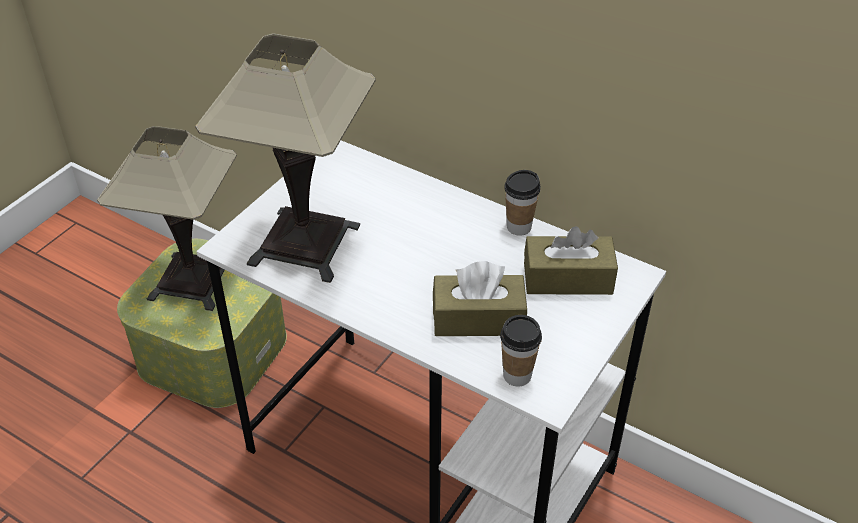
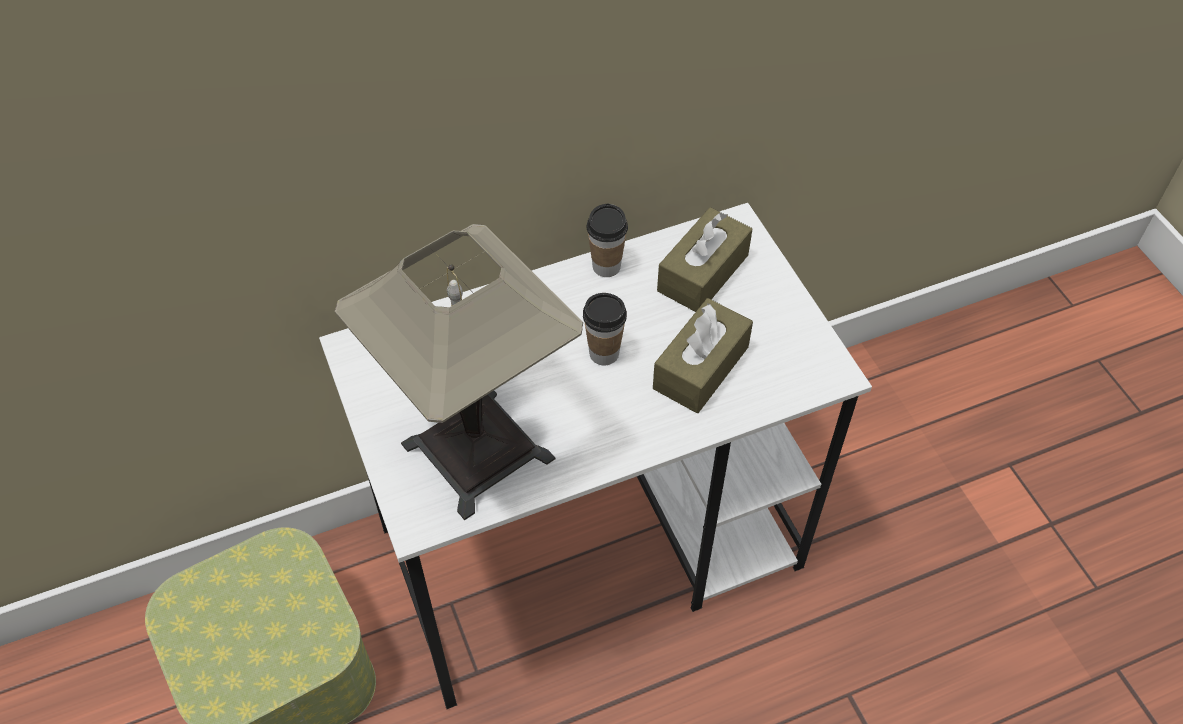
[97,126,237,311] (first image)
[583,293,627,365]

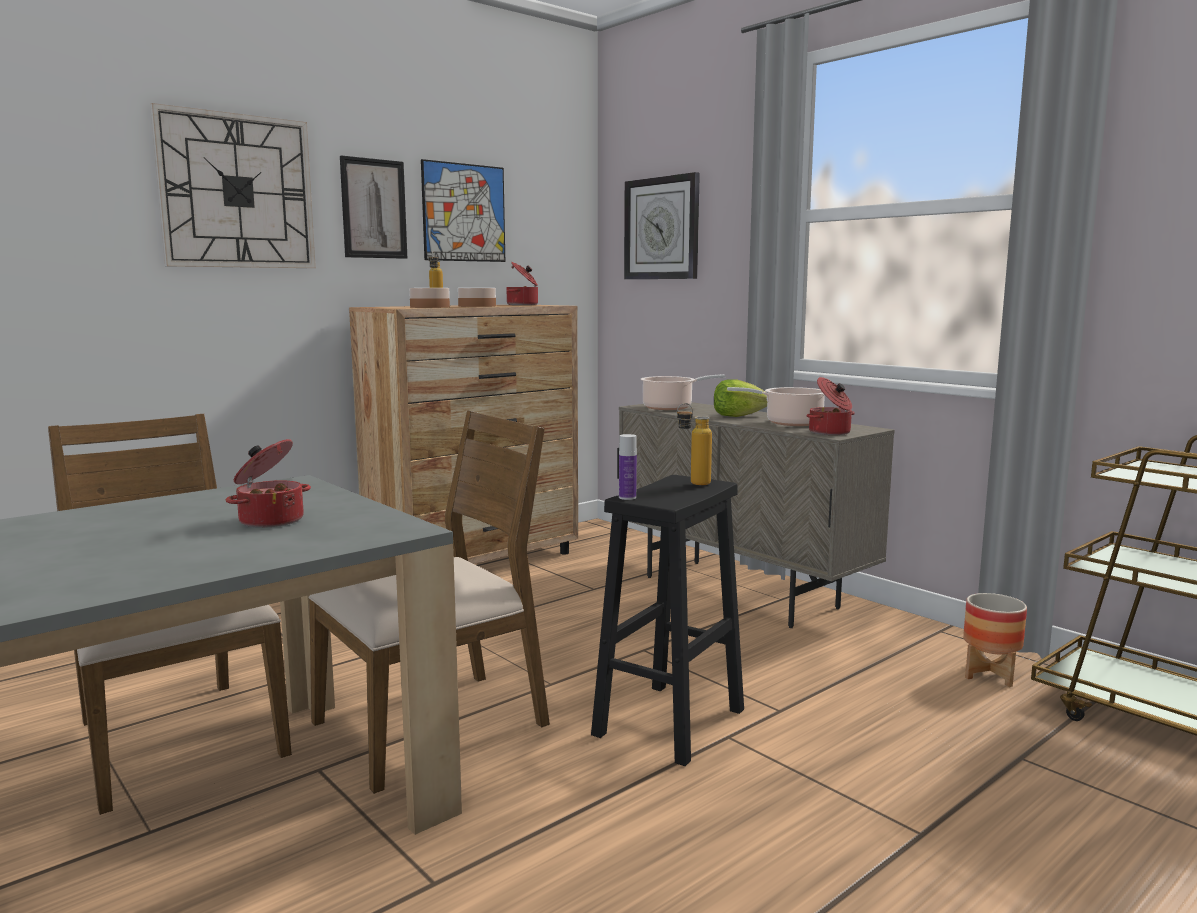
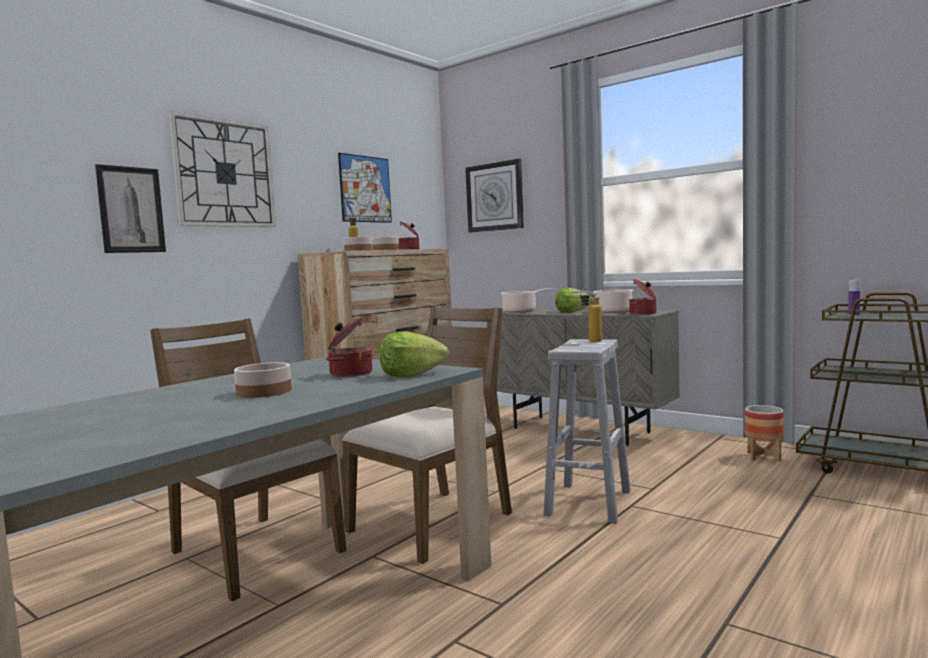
[95,164,166,253]
[544,339,631,524]
[848,280,860,316]
[234,362,292,398]
[380,331,449,377]

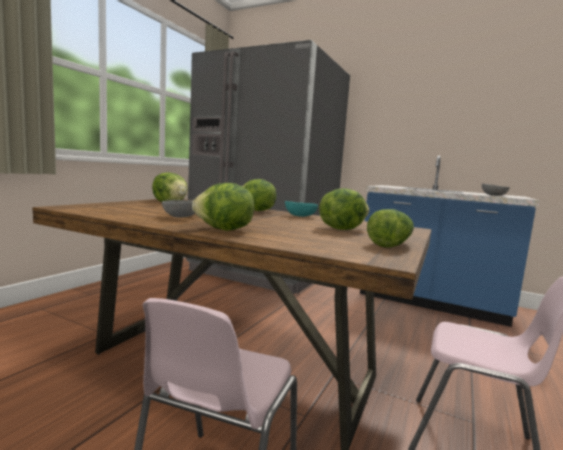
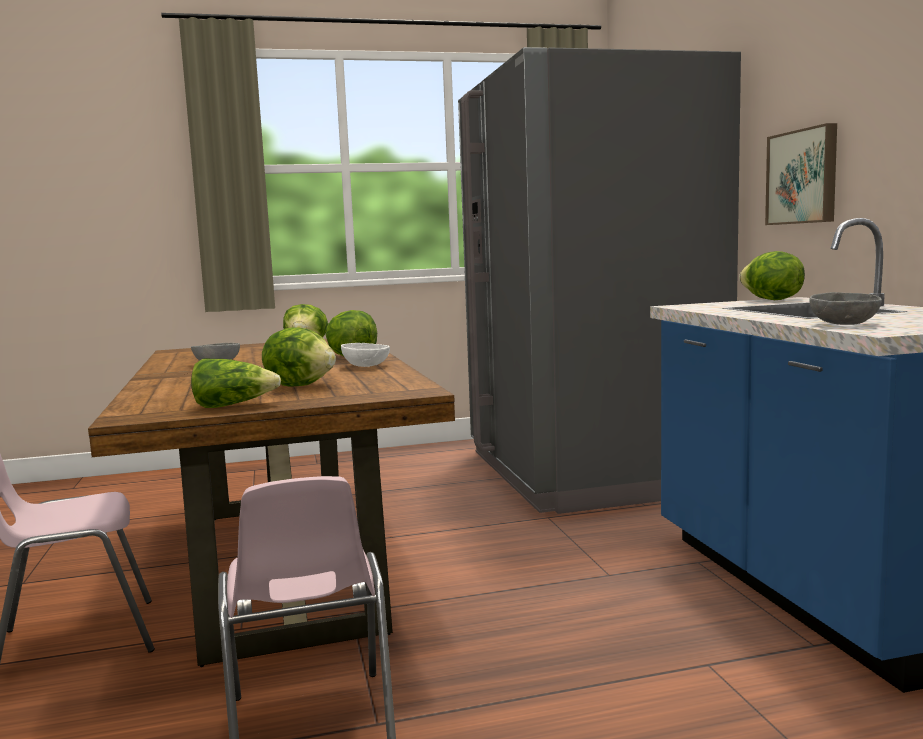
[739,251,805,300]
[341,343,390,367]
[765,123,837,225]

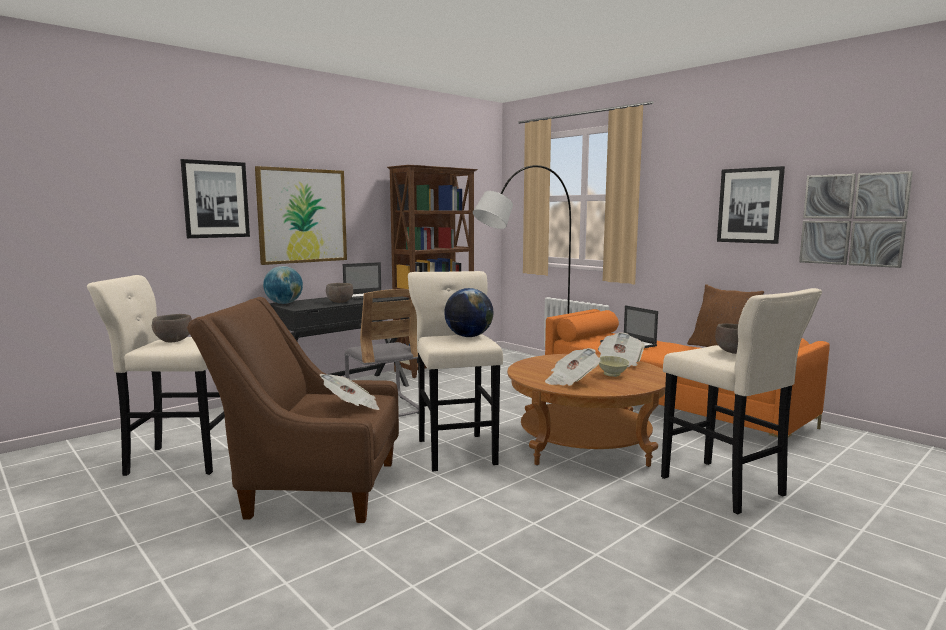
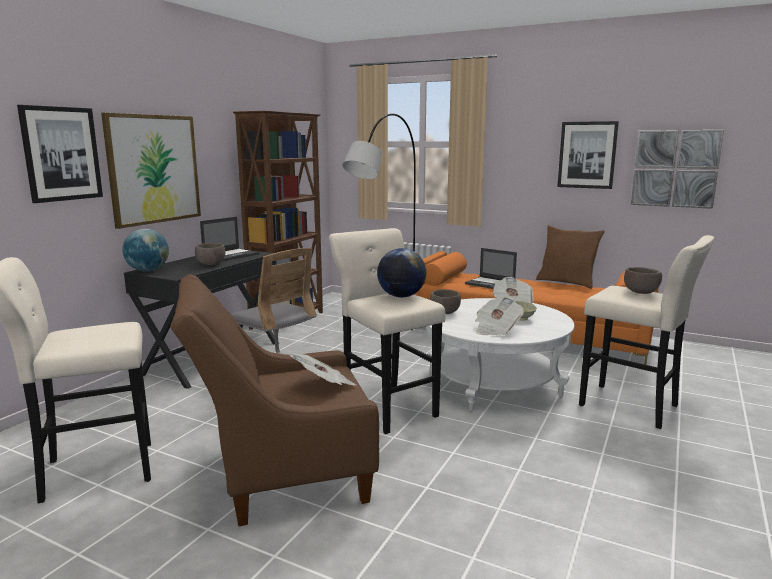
[430,289,461,314]
[426,298,575,411]

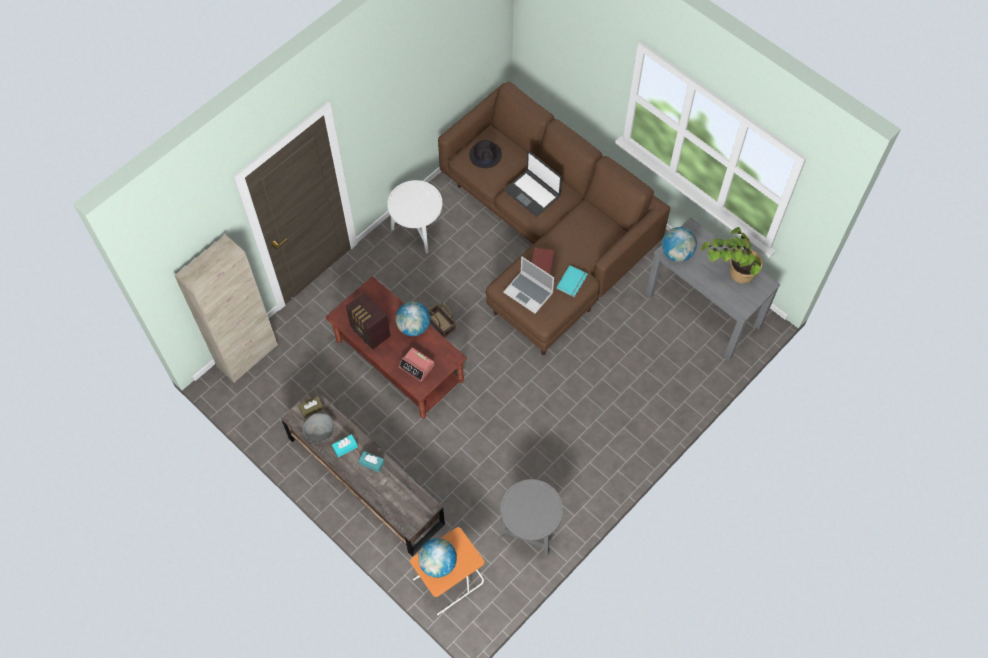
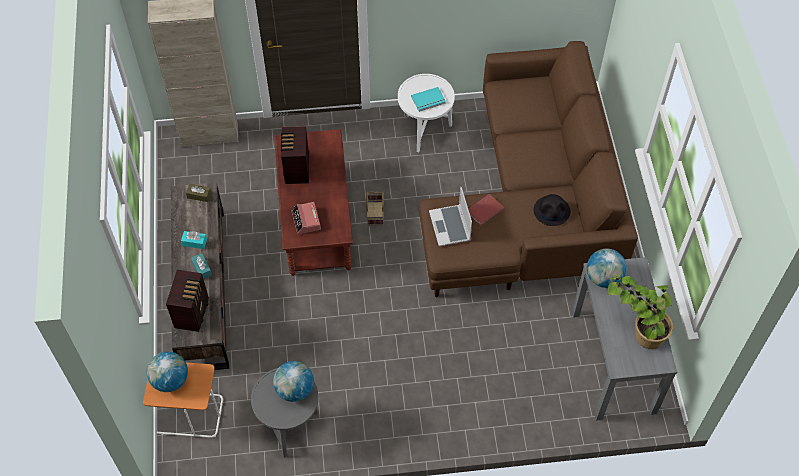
[303,413,335,443] (first image)
[273,361,314,402]
[534,194,571,226]
[504,151,562,217] (first image)
[411,87,446,112]
[166,270,209,332]

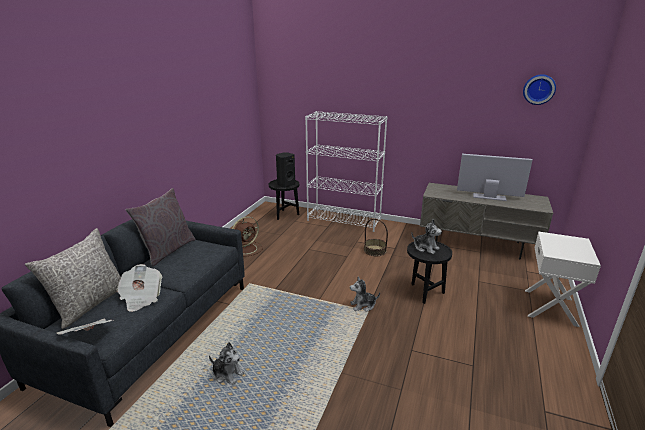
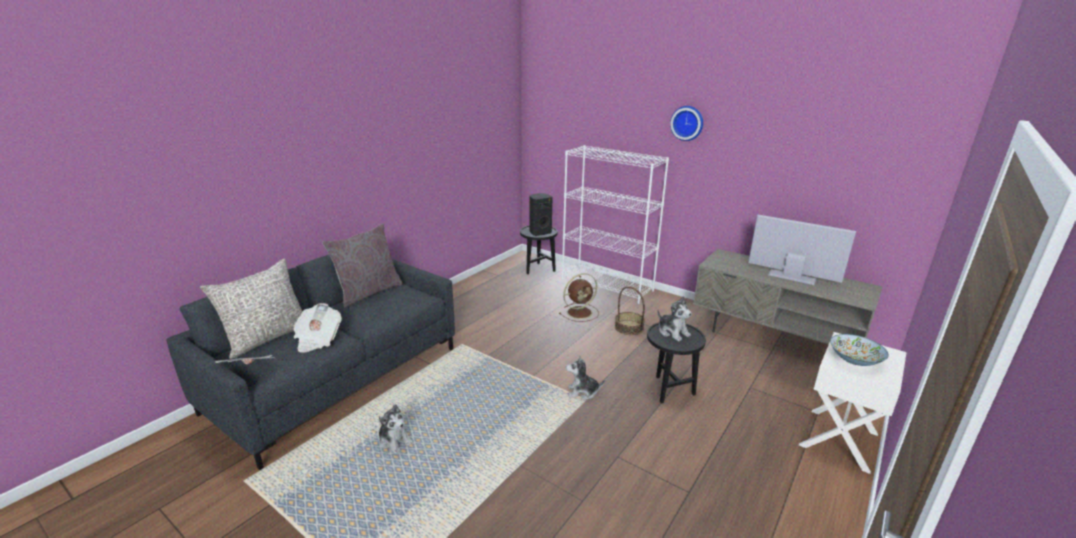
[559,273,599,322]
[670,106,703,141]
[830,334,889,366]

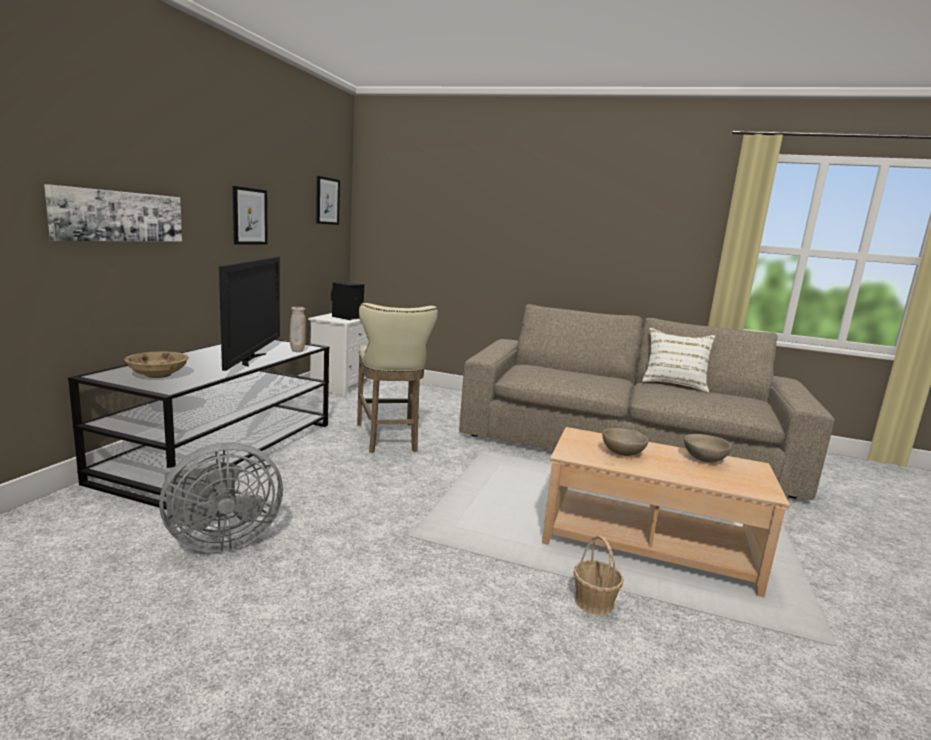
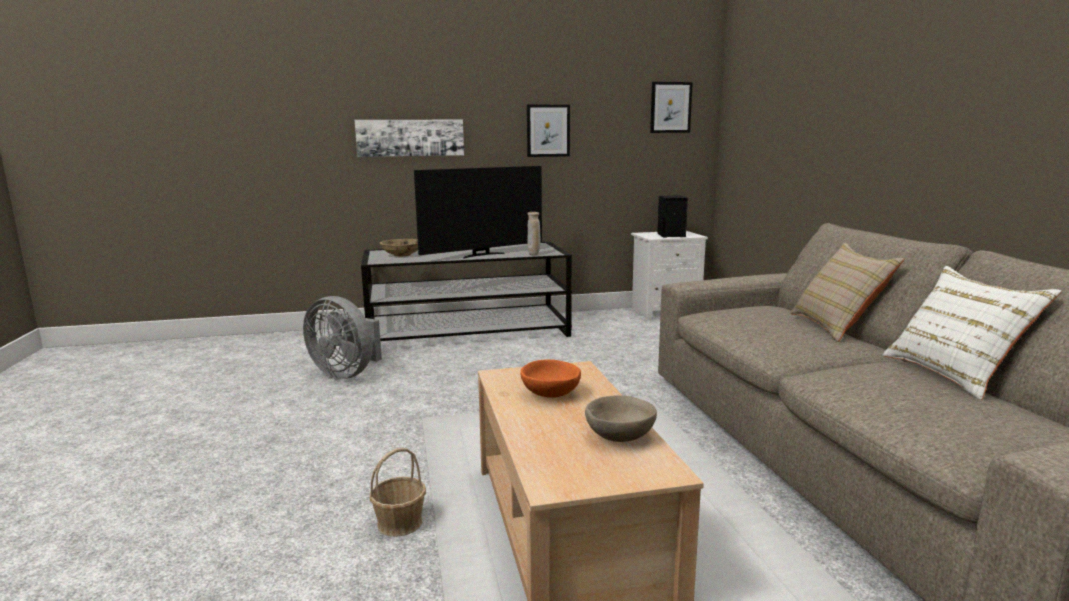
[357,303,438,453] (first image)
[520,359,581,398]
[790,243,904,342]

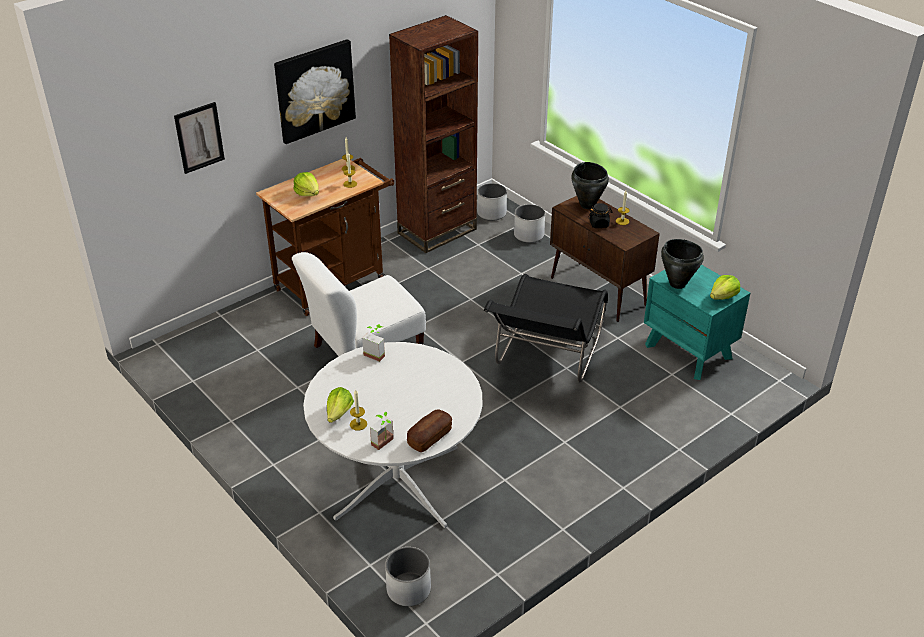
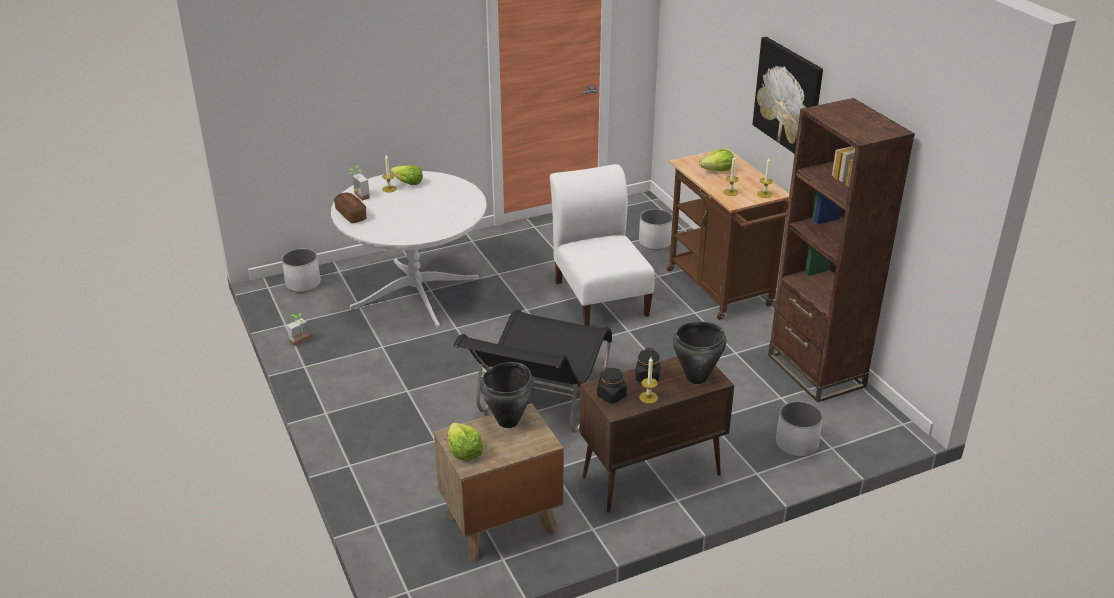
[174,102,225,174] (first image)
[287,313,309,346]
[639,209,673,250]
[454,309,612,433]
[434,403,564,561]
[597,368,627,404]

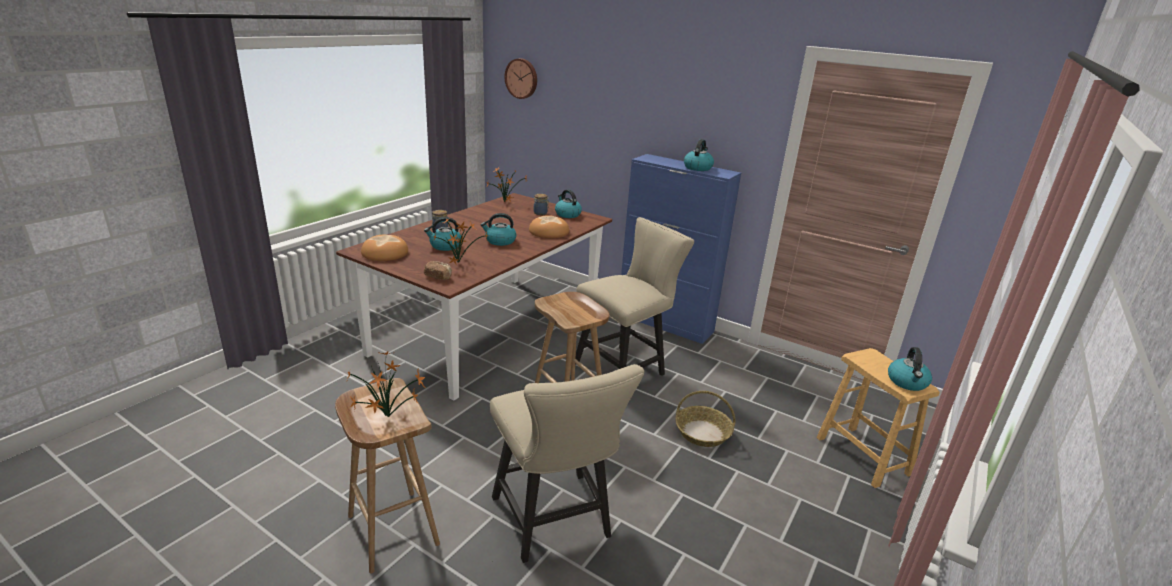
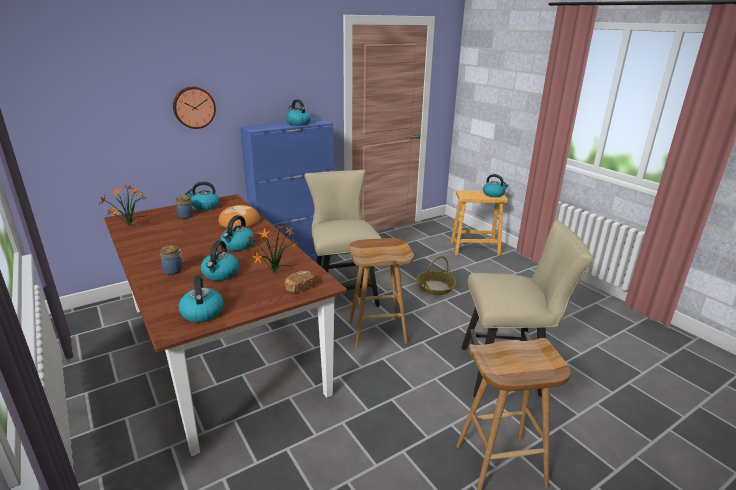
[345,352,426,417] (first image)
[178,275,224,323]
[173,87,216,129]

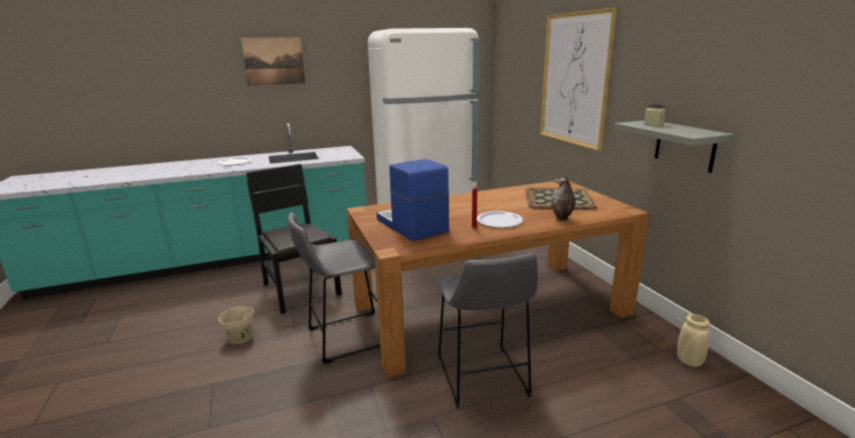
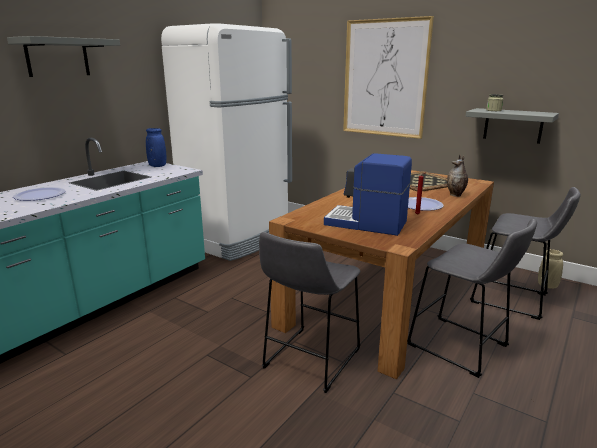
[219,298,254,343] (first image)
[7,36,120,77]
[246,164,342,314] (first image)
[146,128,166,167]
[470,187,581,320]

